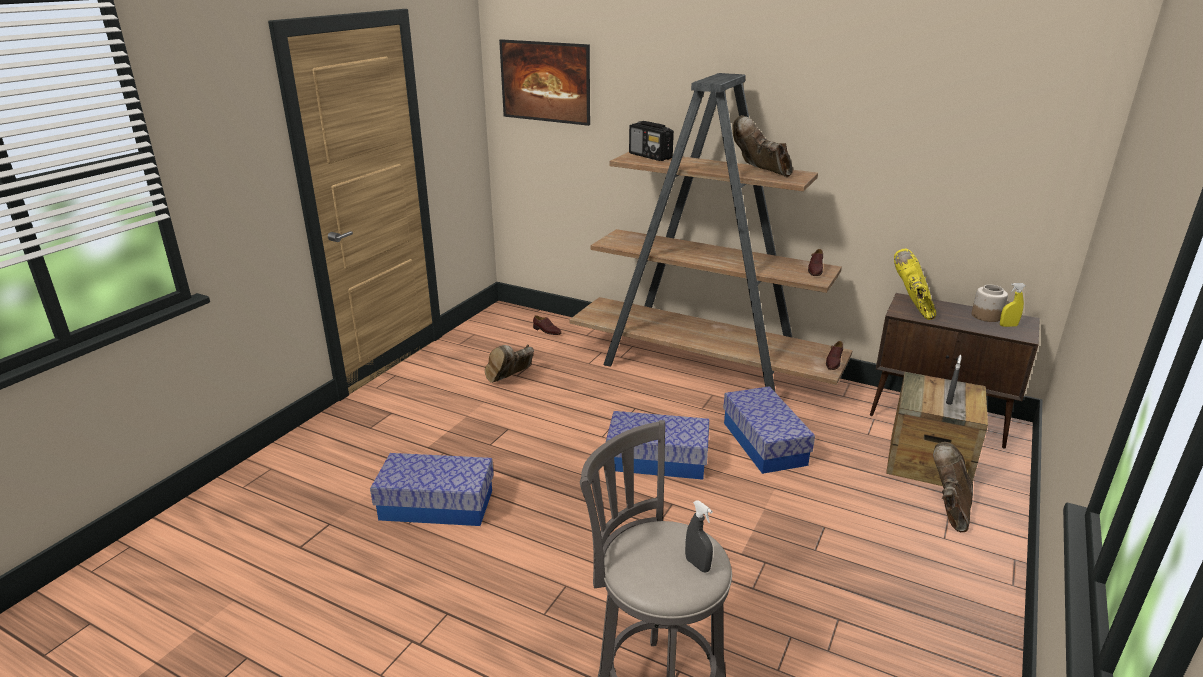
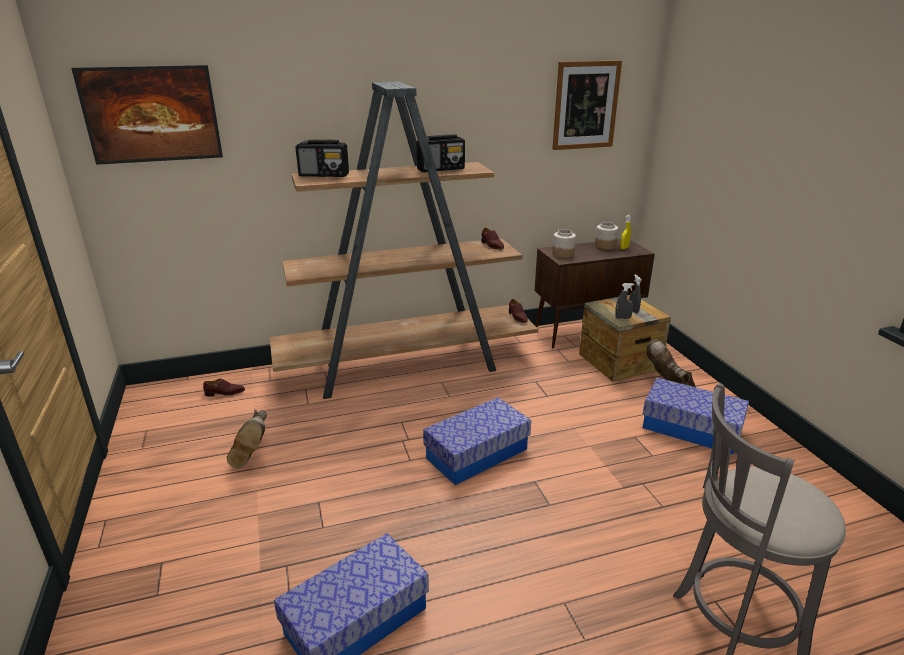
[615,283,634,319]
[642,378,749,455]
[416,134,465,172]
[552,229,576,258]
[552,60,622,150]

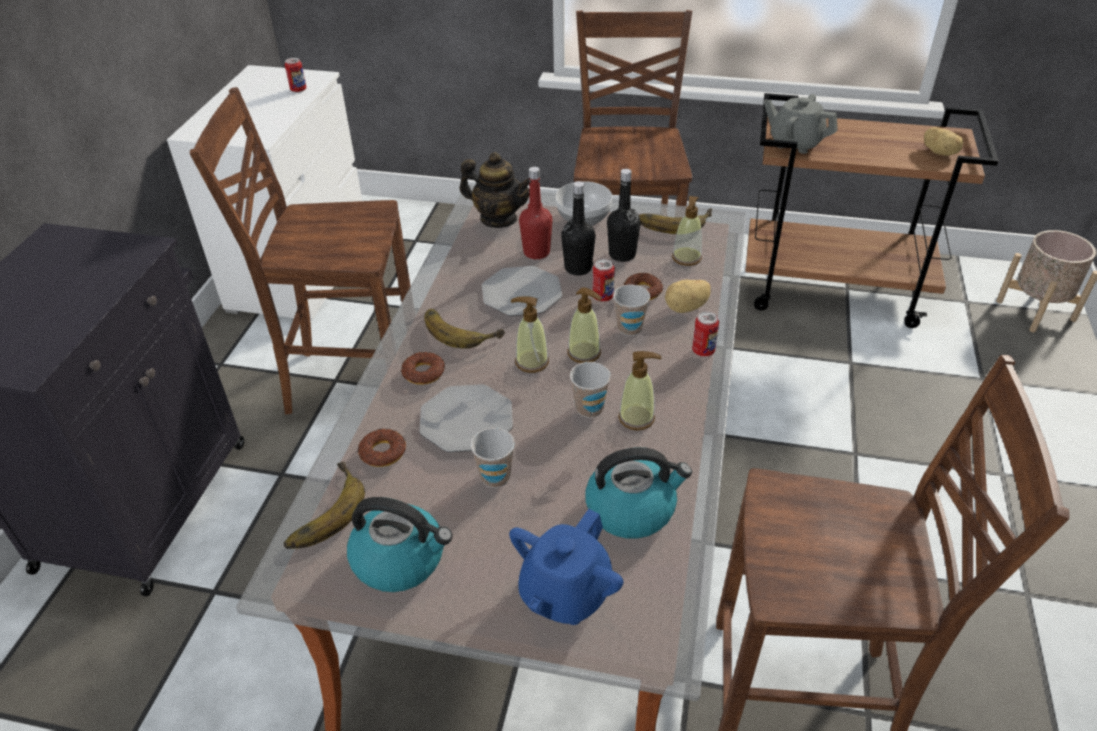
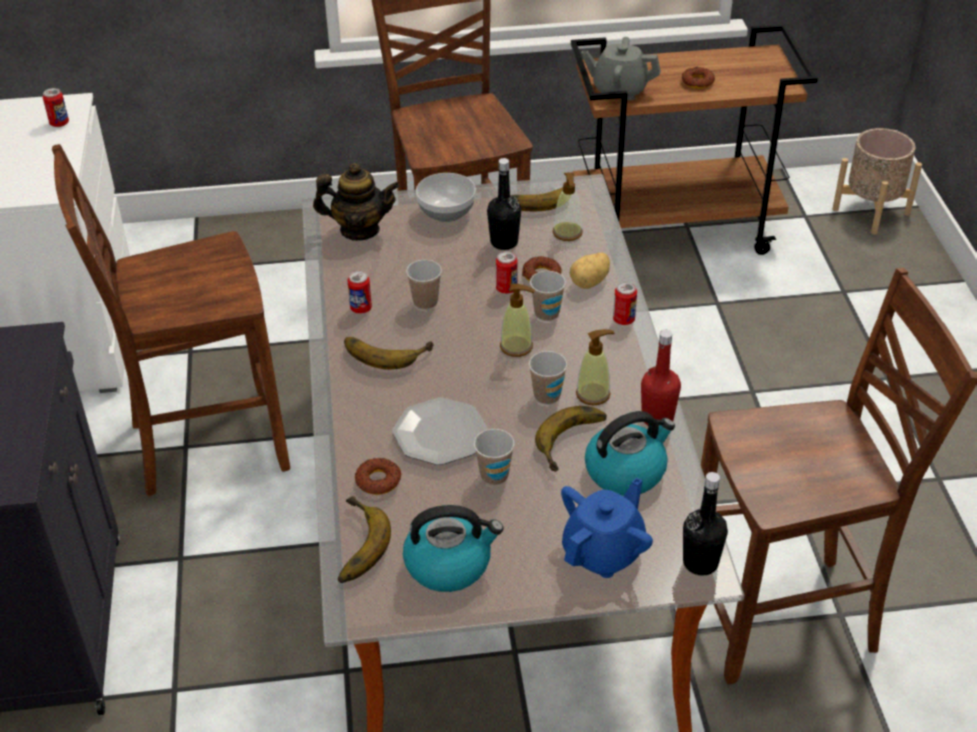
[682,67,715,89]
[406,260,442,310]
[561,477,653,578]
[511,296,549,373] (first image)
[641,330,681,426]
[683,472,728,576]
[924,127,963,156] (first image)
[347,271,372,314]
[535,406,607,472]

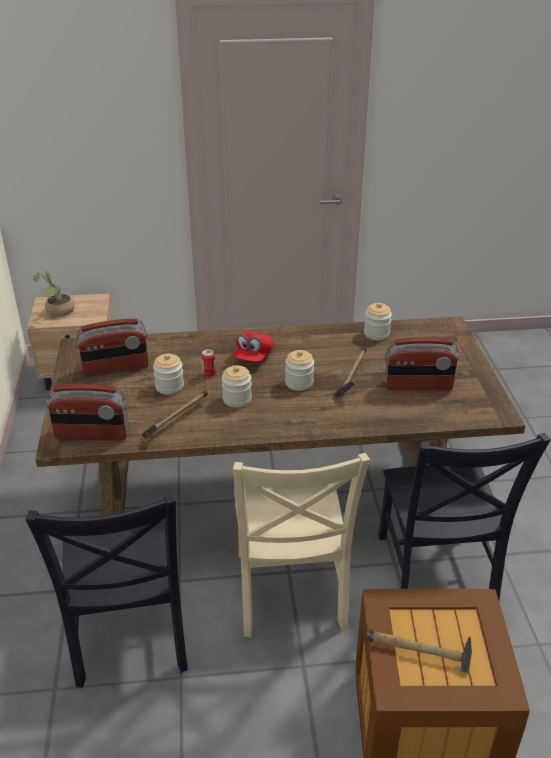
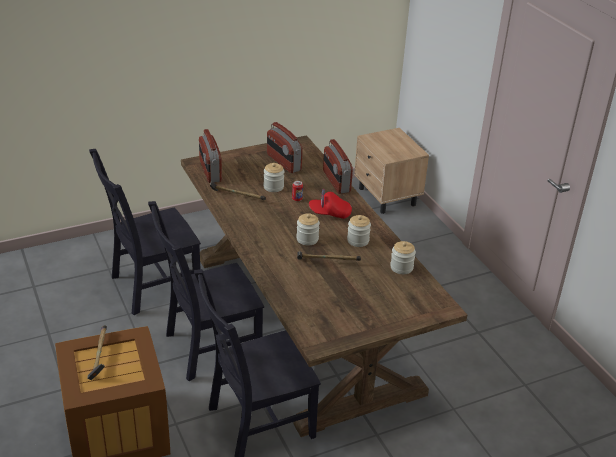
[33,270,75,316] (first image)
[347,215,371,247]
[148,201,264,381]
[323,139,353,194]

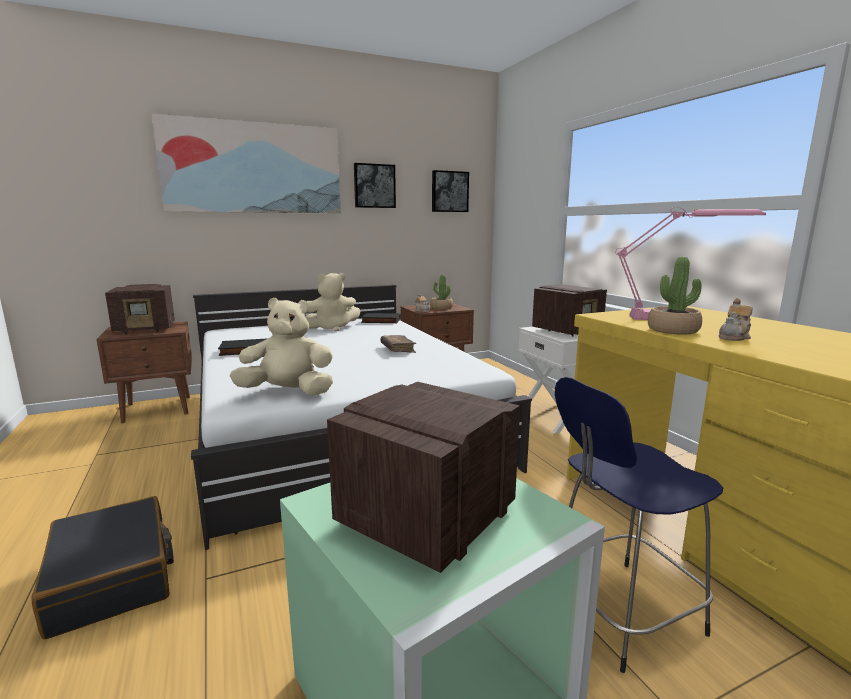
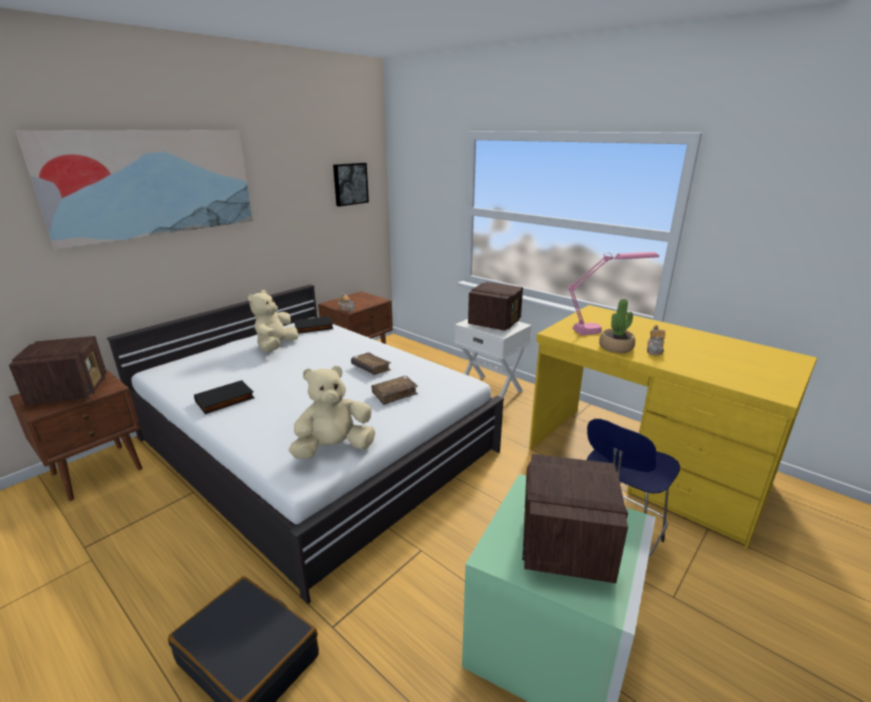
[9,336,107,406]
[248,290,298,352]
[354,163,396,208] (first image)
[430,274,453,310] (first image)
[372,376,418,405]

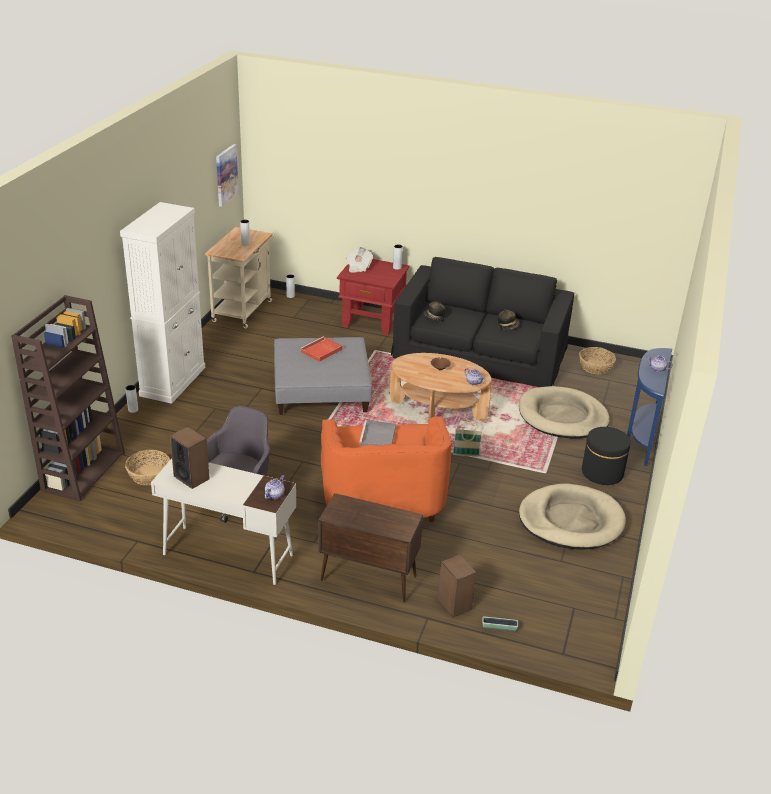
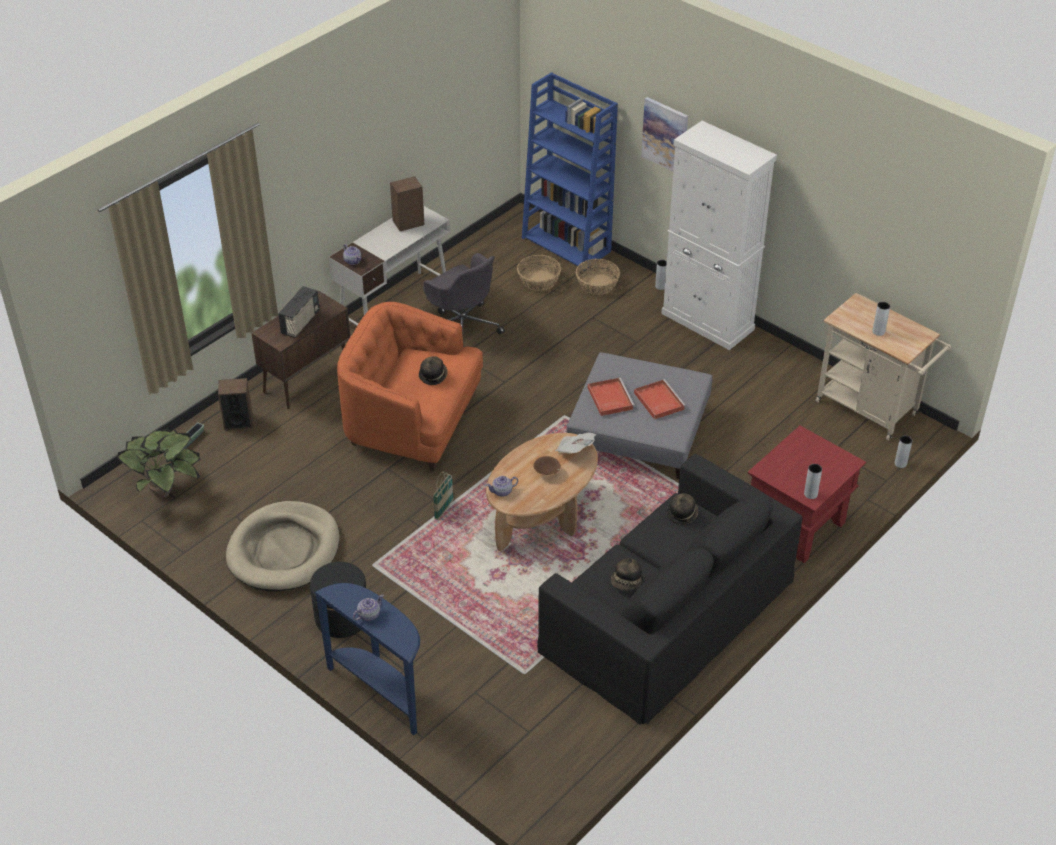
[522,72,618,270]
[641,97,688,171]
[555,432,596,454]
[419,356,448,385]
[519,386,610,438] (first image)
[576,259,620,295]
[117,428,201,498]
[278,286,320,338]
[588,378,635,416]

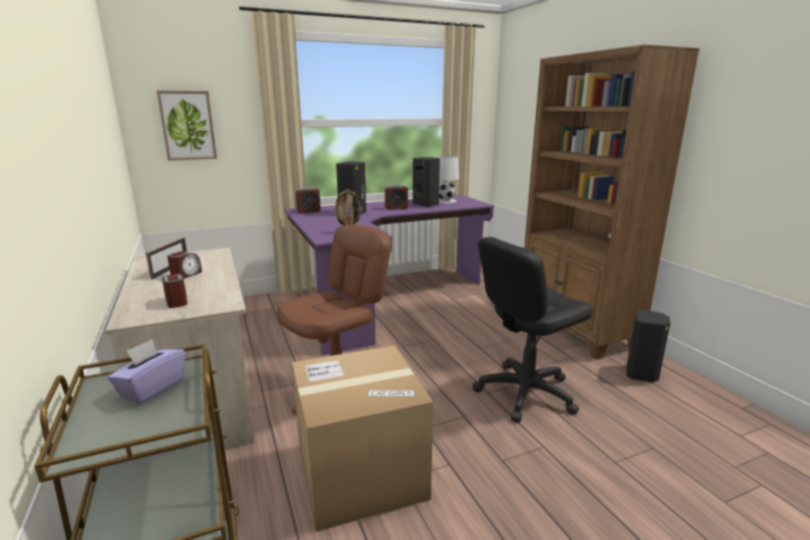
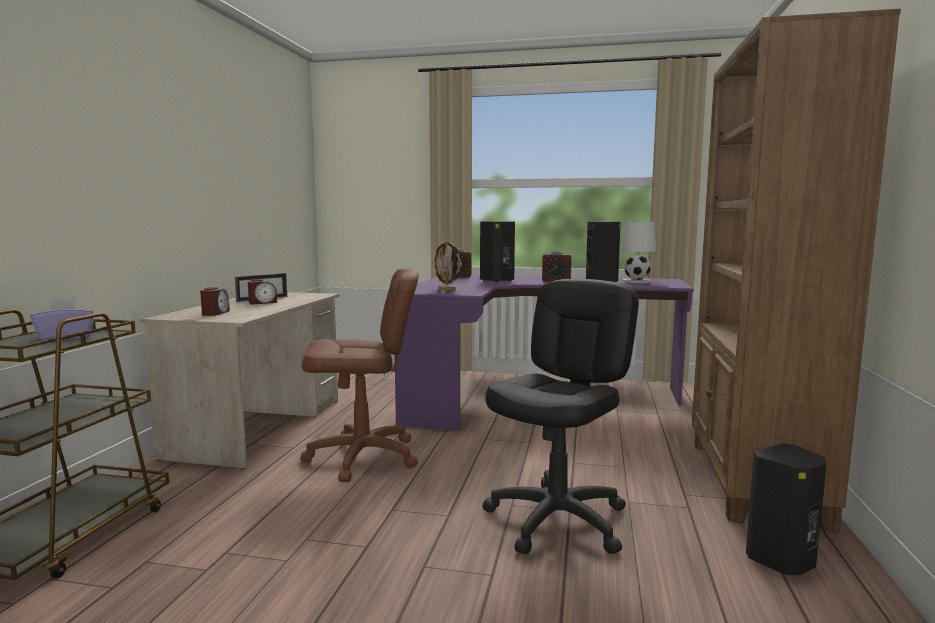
[157,91,217,161] (first image)
[292,345,433,532] (first image)
[482,279,639,554]

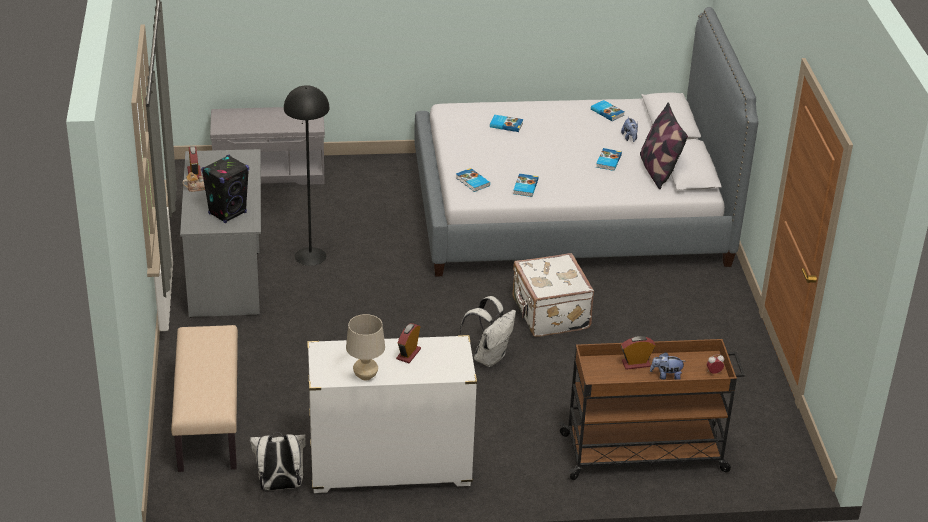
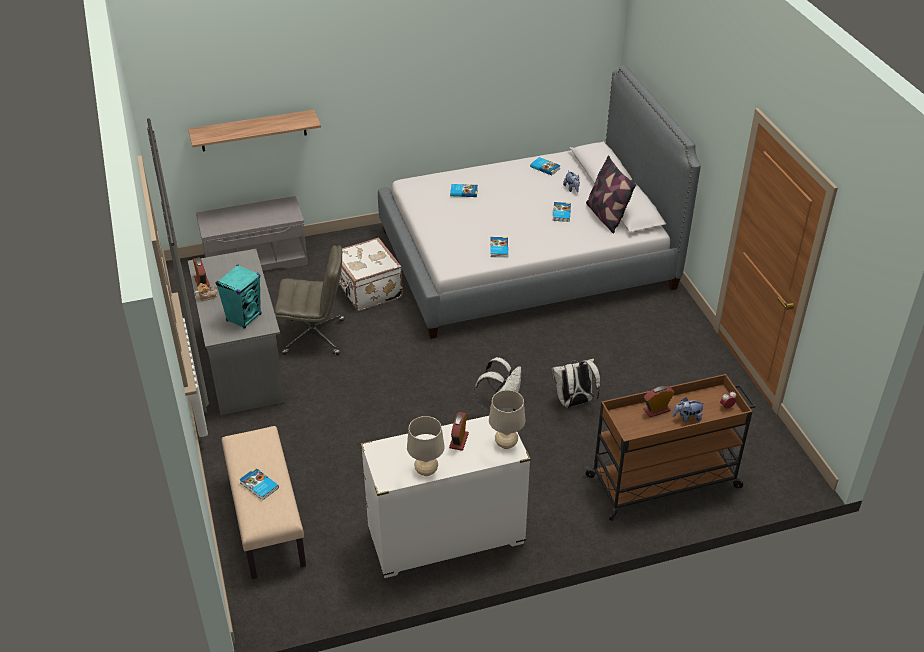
[216,264,261,329]
[552,359,600,408]
[275,245,344,355]
[239,468,279,501]
[339,237,403,311]
[188,110,321,151]
[489,390,526,449]

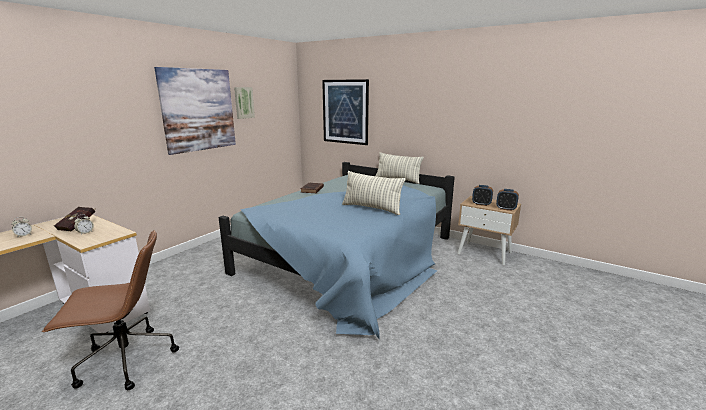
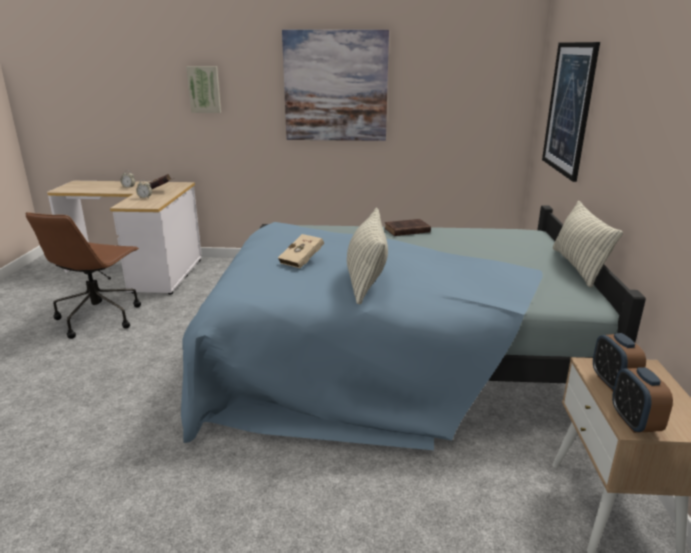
[26,212,141,339]
[186,66,221,113]
[278,234,324,268]

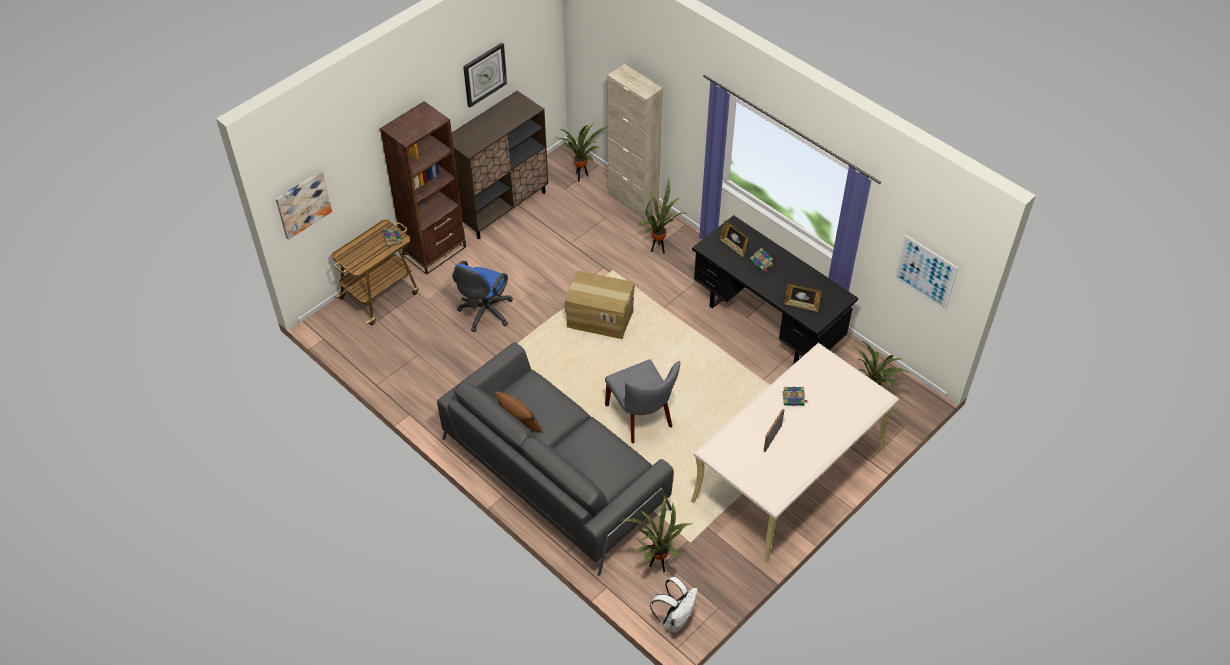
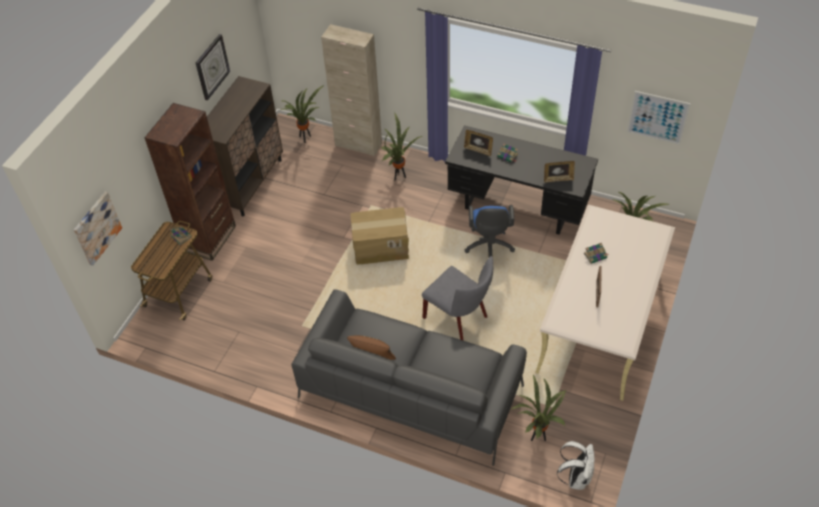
[464,205,515,257]

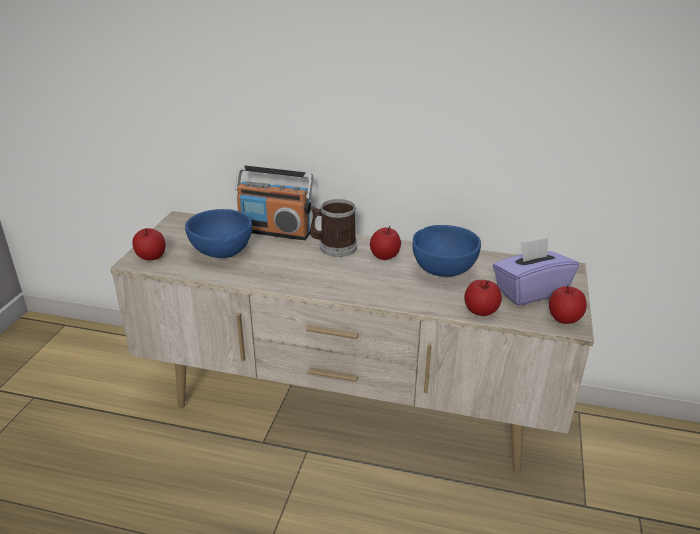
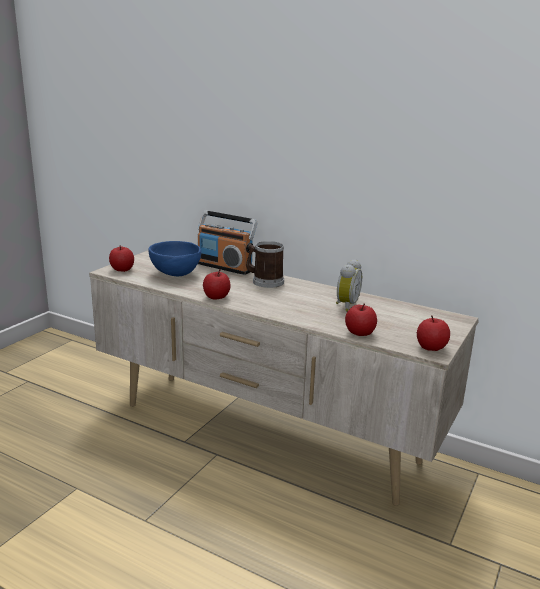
[203,269,230,300]
[336,259,362,311]
[493,238,579,306] (first image)

